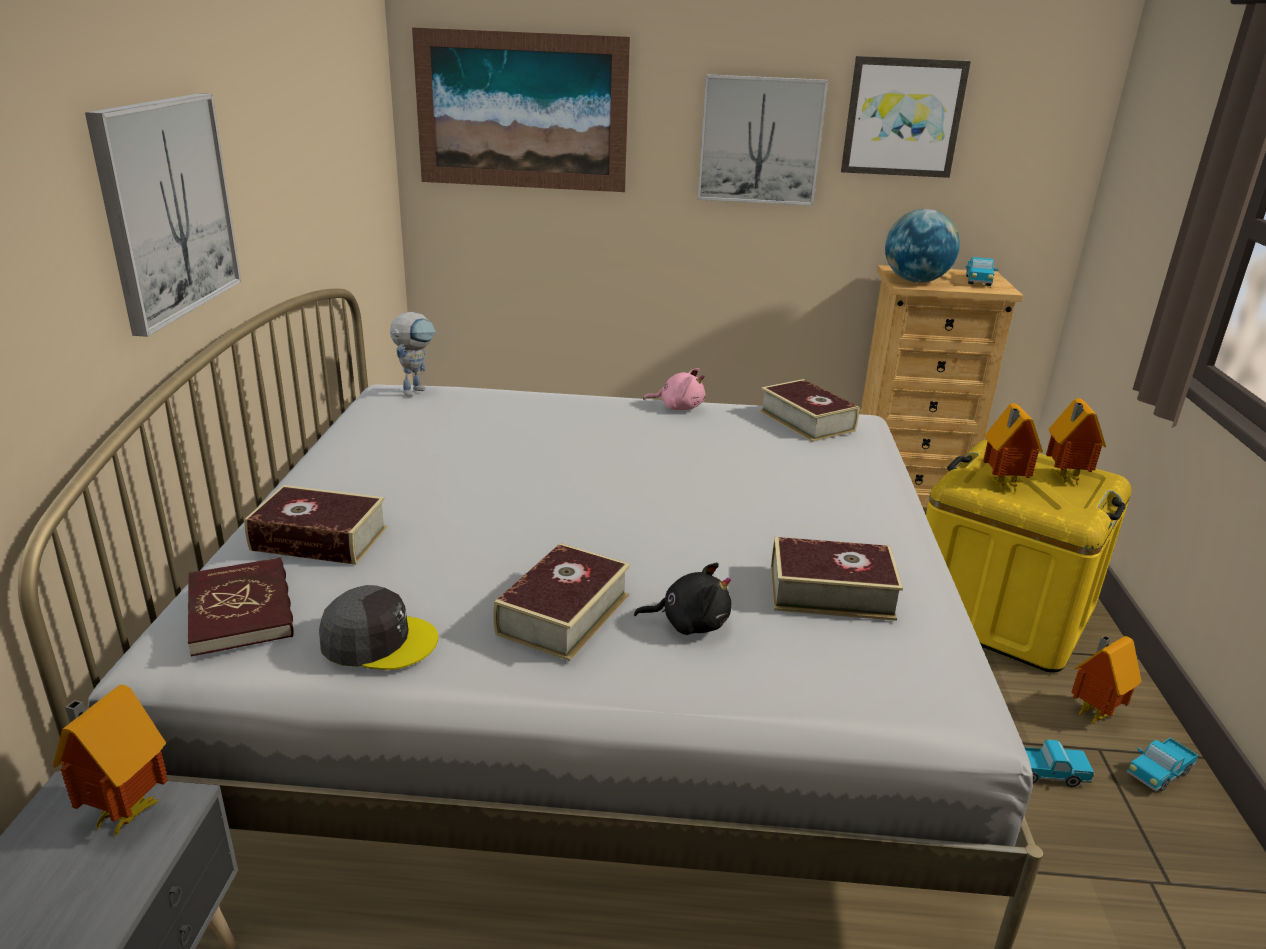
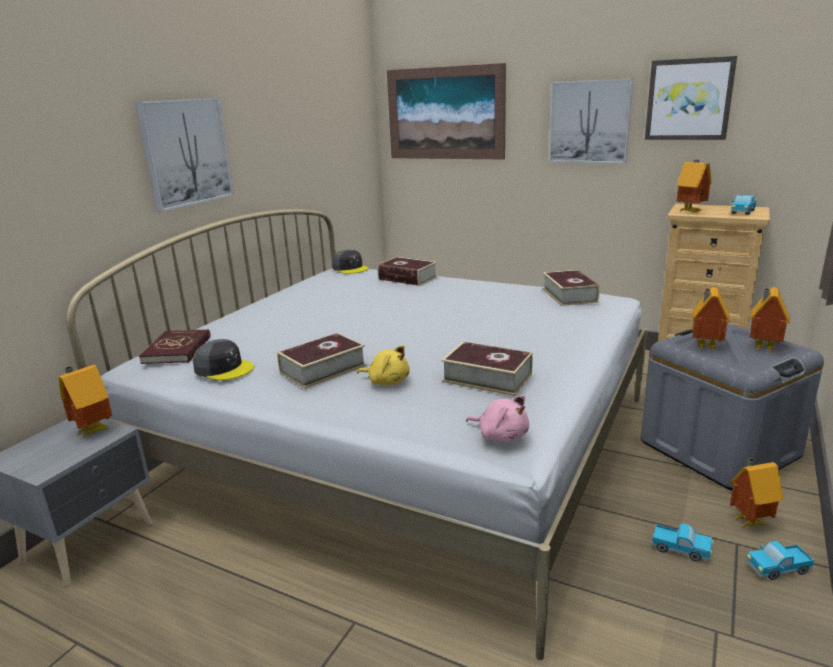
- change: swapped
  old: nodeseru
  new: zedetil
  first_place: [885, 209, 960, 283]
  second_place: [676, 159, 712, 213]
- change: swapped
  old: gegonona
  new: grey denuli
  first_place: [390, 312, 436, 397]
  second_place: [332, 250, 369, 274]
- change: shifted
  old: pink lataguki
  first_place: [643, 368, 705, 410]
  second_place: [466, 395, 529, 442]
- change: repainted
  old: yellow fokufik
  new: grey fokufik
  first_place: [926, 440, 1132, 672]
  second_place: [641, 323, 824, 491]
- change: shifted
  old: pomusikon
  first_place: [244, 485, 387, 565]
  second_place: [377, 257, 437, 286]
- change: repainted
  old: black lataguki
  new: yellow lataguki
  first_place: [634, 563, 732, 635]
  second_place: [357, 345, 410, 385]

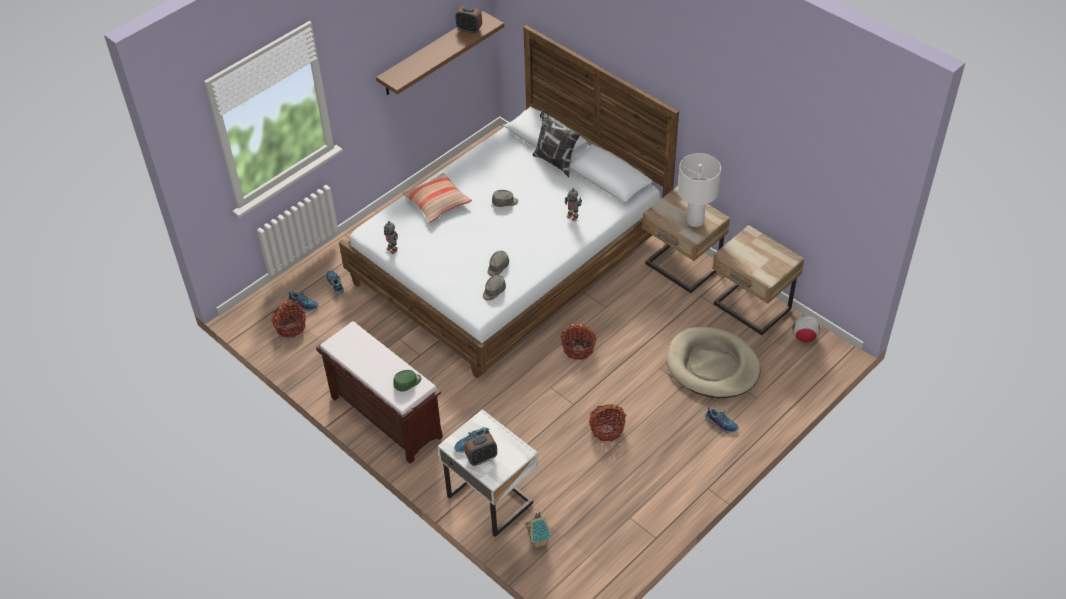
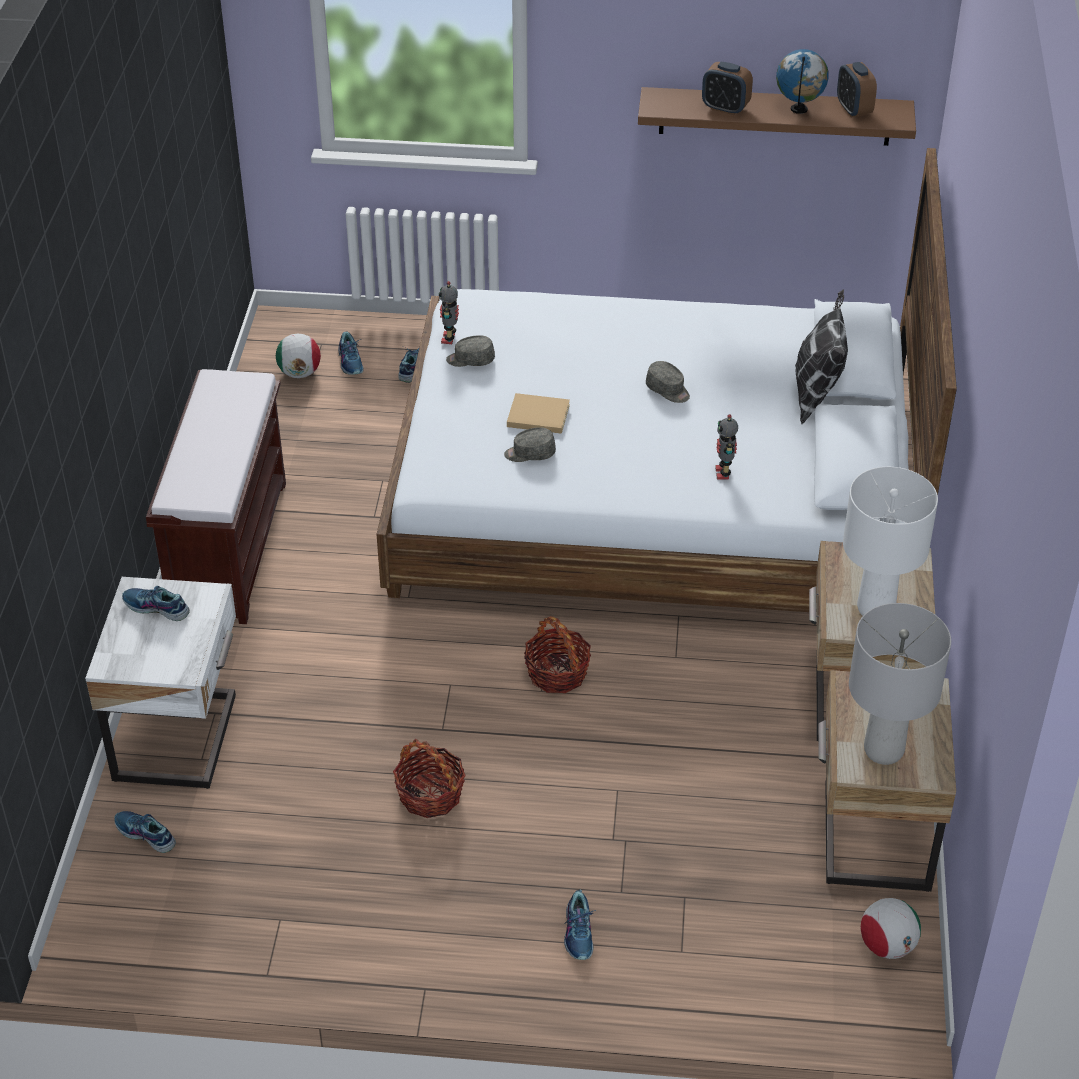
- change: gone
  old: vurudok
  first_place: [403, 173, 472, 222]
- change: shifted
  old: grey denuli
  first_place: [483, 275, 506, 301]
  second_place: [446, 335, 495, 367]
- change: swapped
  old: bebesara
  new: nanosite
  first_place: [271, 300, 306, 338]
  second_place: [276, 334, 321, 378]
- change: gone
  old: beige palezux
  first_place: [667, 327, 761, 398]
- change: gone
  old: green denuli
  first_place: [393, 370, 421, 392]
- change: shifted
  old: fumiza
  first_place: [465, 433, 497, 466]
  second_place: [702, 62, 753, 115]
- change: swapped
  old: zedetil
  new: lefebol
  first_place: [524, 512, 552, 549]
  second_place: [114, 811, 176, 853]
- change: new
  new: nodeseru
  second_place: [776, 49, 829, 114]
- change: new
  new: beige pomusikon
  second_place: [507, 393, 570, 434]
- change: new
  new: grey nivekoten
  second_place: [849, 603, 951, 765]

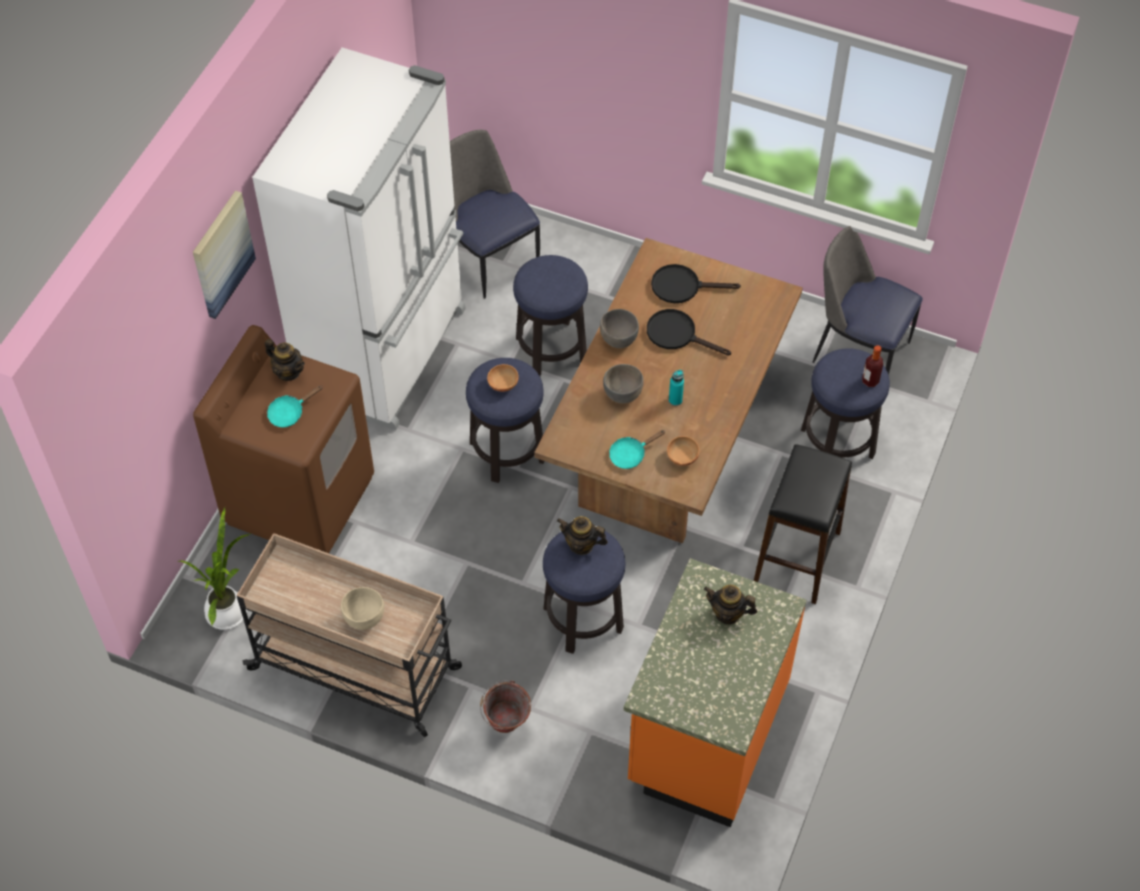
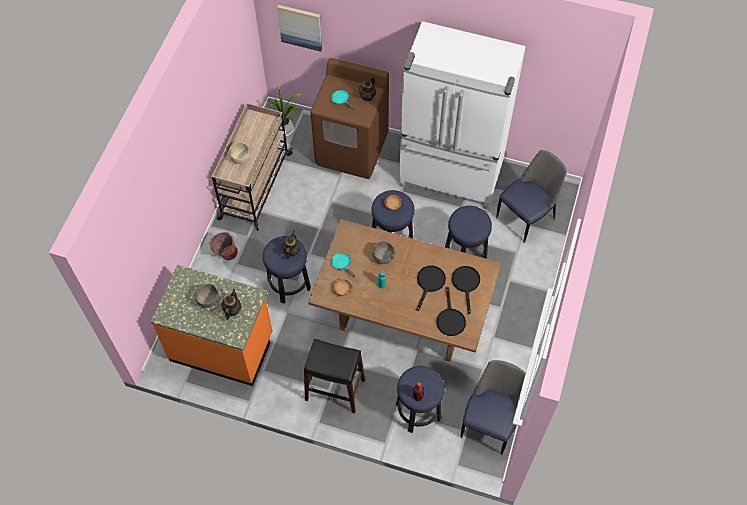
- change: shifted
  old: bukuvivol
  first_place: [193, 191, 256, 319]
  second_place: [277, 5, 322, 52]
- change: shifted
  old: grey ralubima
  first_place: [600, 309, 639, 348]
  second_place: [195, 284, 219, 308]
- change: new
  new: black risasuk
  second_place: [437, 286, 466, 336]

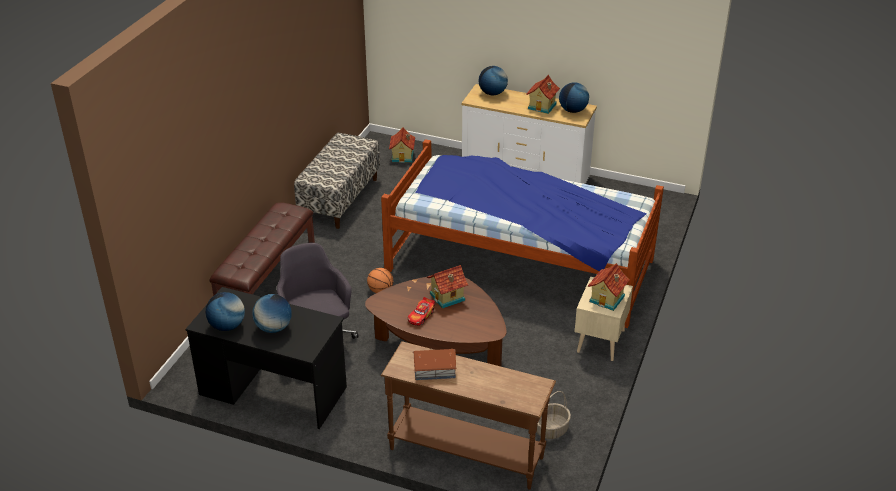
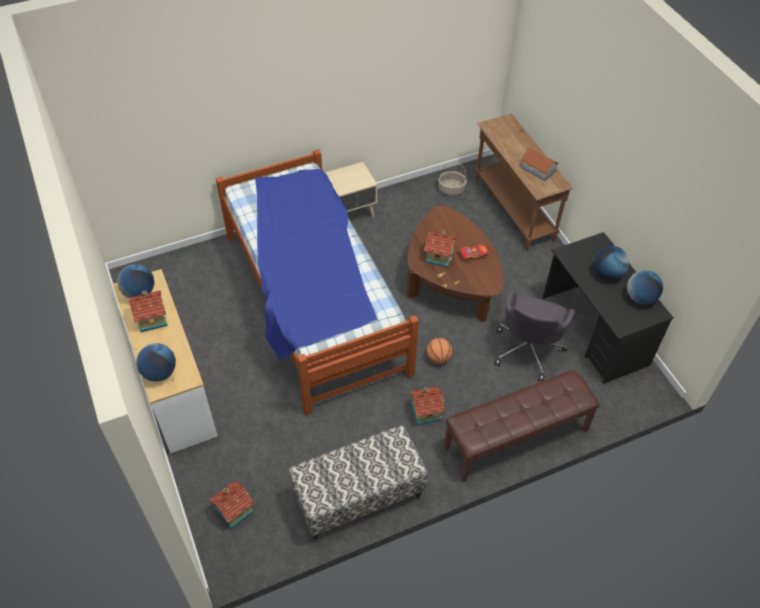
- change: shifted
  old: zedetil
  first_place: [588, 263, 630, 311]
  second_place: [410, 386, 445, 425]

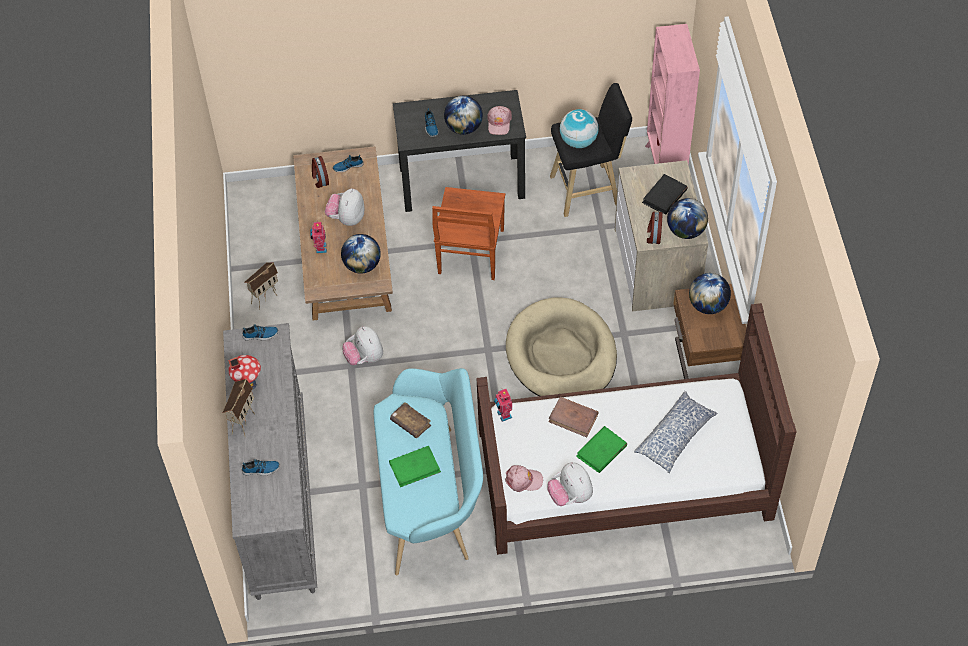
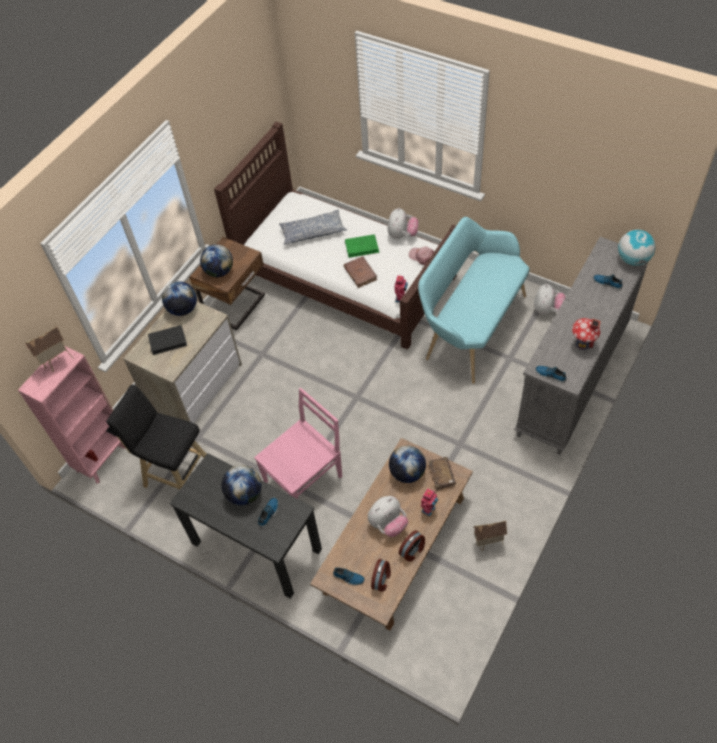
- change: gone
  old: pink denuli
  first_place: [487, 106, 512, 135]
- change: shifted
  old: nodeseru
  first_place: [560, 109, 598, 148]
  second_place: [618, 230, 656, 266]
- change: repainted
  old: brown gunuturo
  new: pink gunuturo
  first_place: [432, 187, 505, 280]
  second_place: [254, 388, 342, 499]
- change: shifted
  old: fumiza
  first_place: [647, 212, 663, 244]
  second_place: [399, 530, 425, 562]
- change: gone
  old: beige palezux
  first_place: [506, 297, 617, 396]
- change: shifted
  old: lataguki
  first_place: [342, 326, 383, 365]
  second_place: [534, 284, 565, 314]
- change: shifted
  old: zedetil
  first_place: [222, 378, 255, 435]
  second_place: [25, 326, 74, 373]
- change: shifted
  old: brown pomusikon
  first_place: [390, 402, 431, 438]
  second_place: [428, 457, 456, 491]
- change: gone
  old: green pomusikon
  first_place: [389, 446, 441, 487]

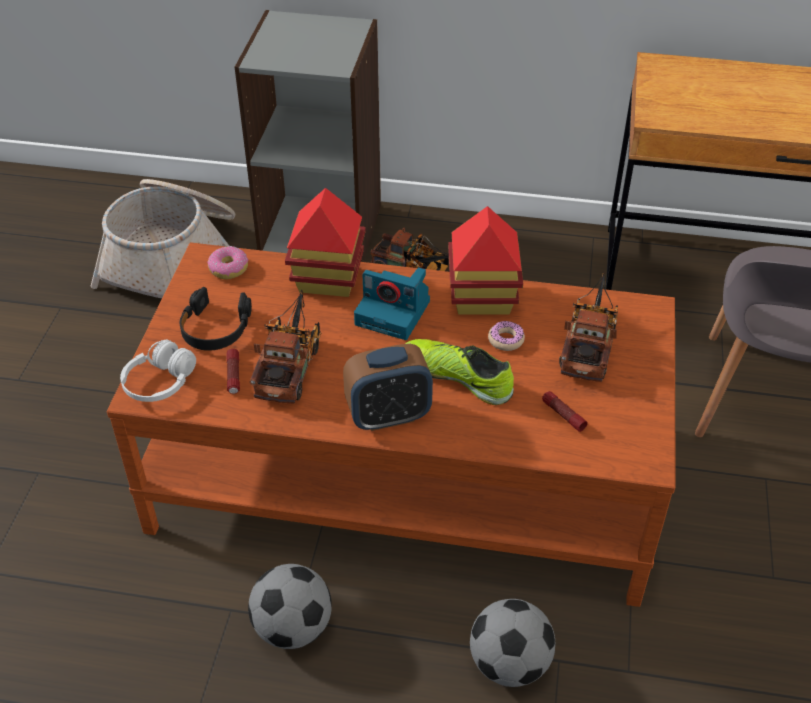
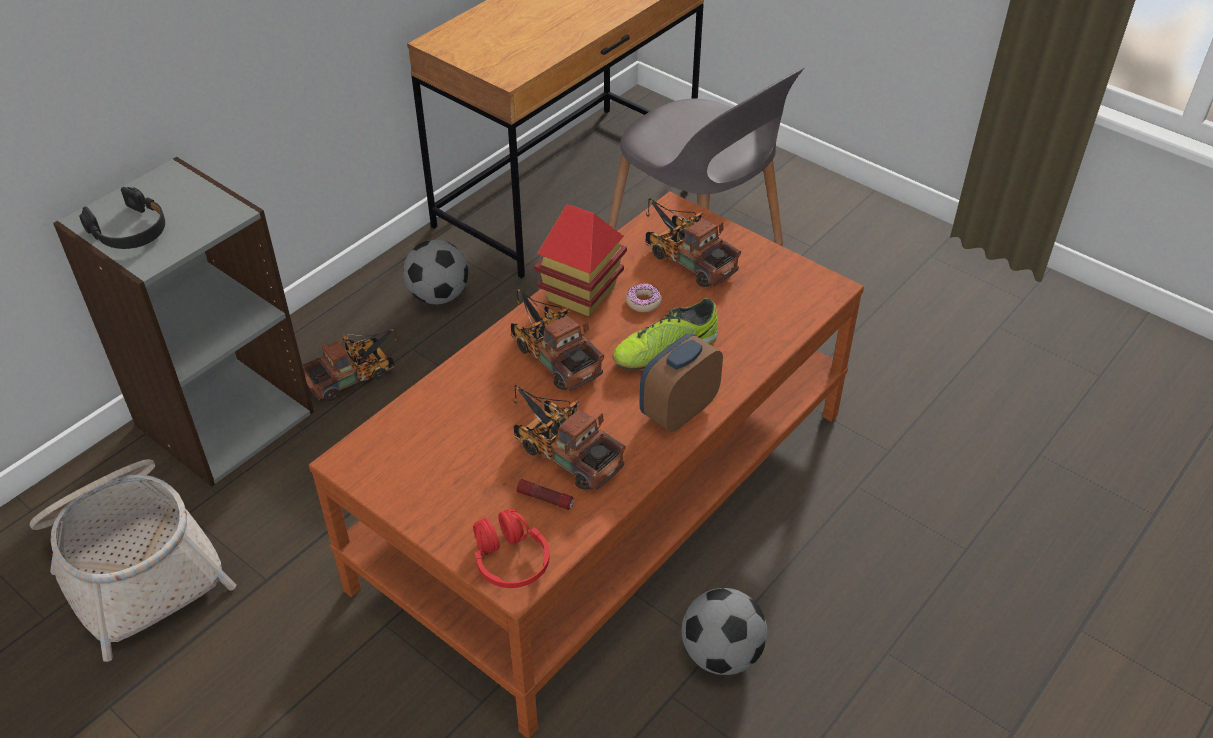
- change: gone
  old: zedetil
  first_place: [285, 188, 366, 297]
- change: gone
  old: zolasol
  first_place: [208, 246, 249, 279]
- change: swapped
  old: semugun
  new: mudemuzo
  first_place: [354, 267, 430, 340]
  second_place: [511, 287, 604, 391]
- change: shifted
  old: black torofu
  first_place: [179, 287, 252, 351]
  second_place: [79, 187, 165, 249]
- change: repainted
  old: white torofu
  new: red torofu
  first_place: [120, 340, 196, 402]
  second_place: [473, 509, 550, 588]
- change: rotated
  old: fumiza
  first_place: [343, 344, 433, 431]
  second_place: [640, 333, 723, 432]
  degrees: -150
- change: gone
  old: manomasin
  first_place: [542, 391, 588, 432]
- change: shifted
  old: nanosite
  first_place: [470, 599, 555, 687]
  second_place: [403, 240, 468, 304]

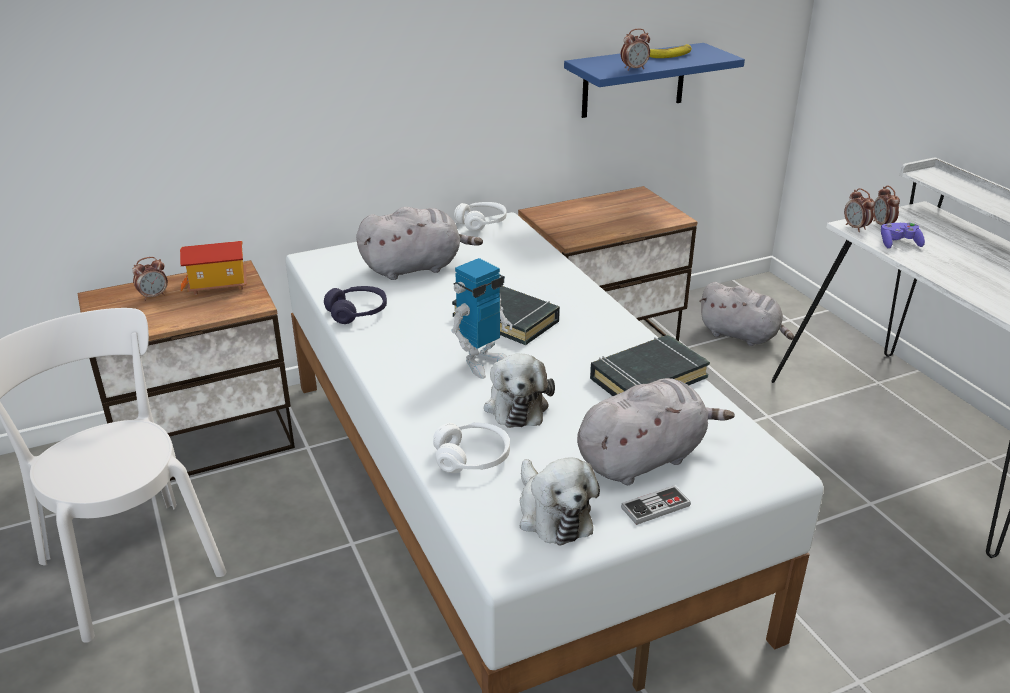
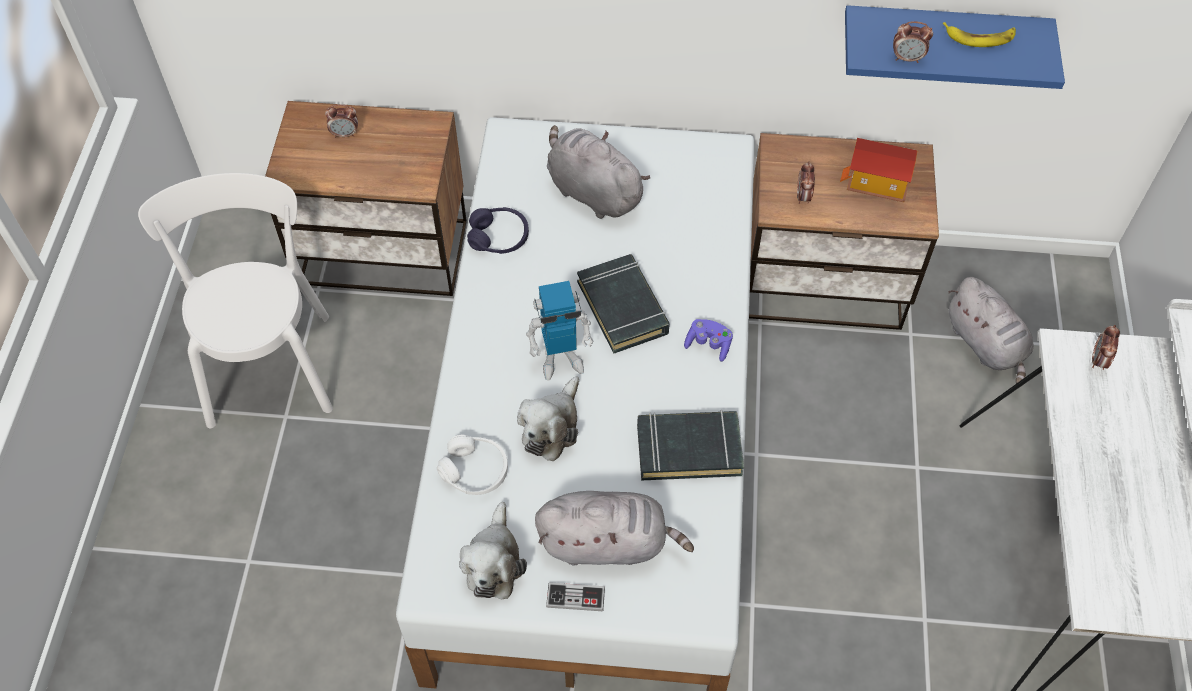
- change: shifted
  old: fumiza
  first_place: [844, 188, 875, 232]
  second_place: [797, 161, 815, 204]
- change: gone
  old: white torofu
  first_place: [454, 202, 507, 232]
- change: rotated
  old: grey lataguki
  first_place: [356, 207, 483, 280]
  second_place: [547, 125, 651, 219]
  degrees: -150
- change: shifted
  old: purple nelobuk
  first_place: [881, 222, 925, 249]
  second_place: [684, 319, 733, 362]
- change: shifted
  old: zedetil
  first_place: [180, 241, 247, 295]
  second_place: [840, 138, 918, 202]

